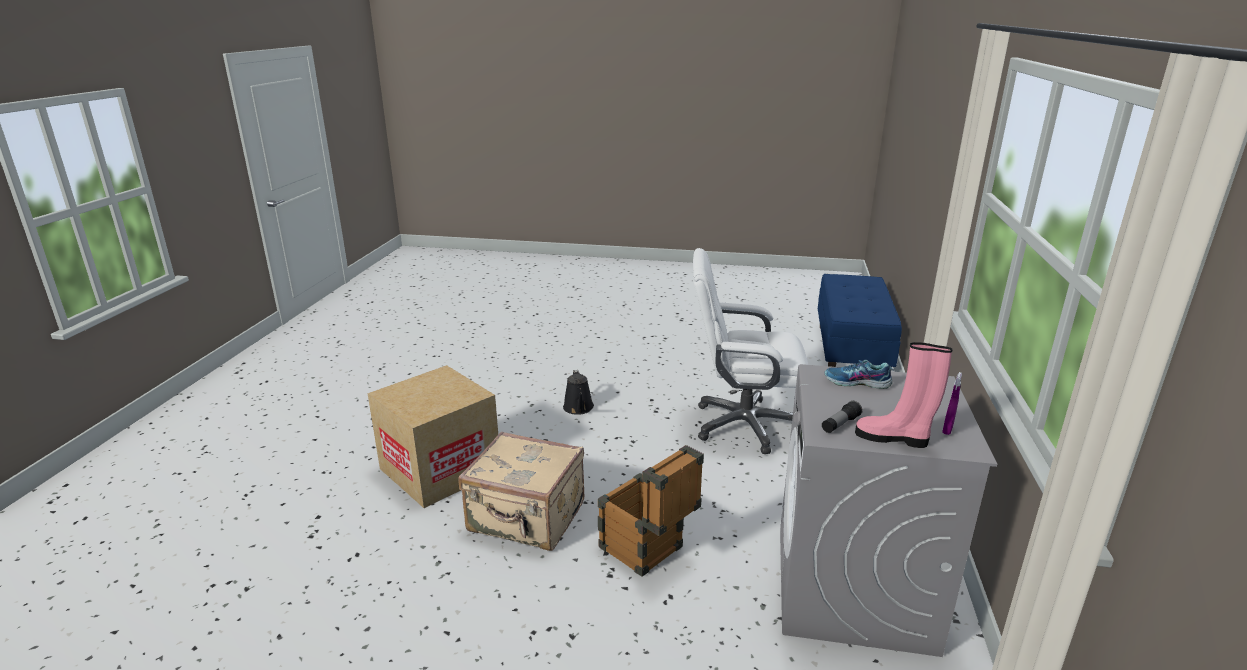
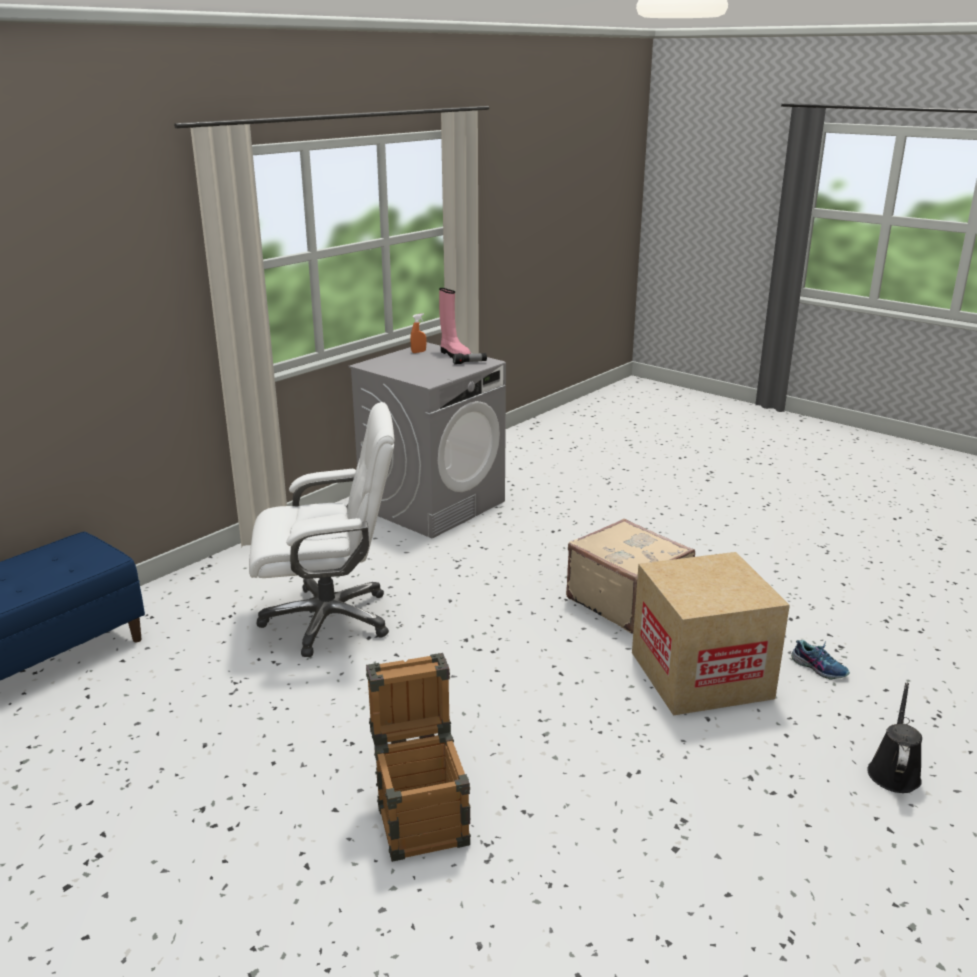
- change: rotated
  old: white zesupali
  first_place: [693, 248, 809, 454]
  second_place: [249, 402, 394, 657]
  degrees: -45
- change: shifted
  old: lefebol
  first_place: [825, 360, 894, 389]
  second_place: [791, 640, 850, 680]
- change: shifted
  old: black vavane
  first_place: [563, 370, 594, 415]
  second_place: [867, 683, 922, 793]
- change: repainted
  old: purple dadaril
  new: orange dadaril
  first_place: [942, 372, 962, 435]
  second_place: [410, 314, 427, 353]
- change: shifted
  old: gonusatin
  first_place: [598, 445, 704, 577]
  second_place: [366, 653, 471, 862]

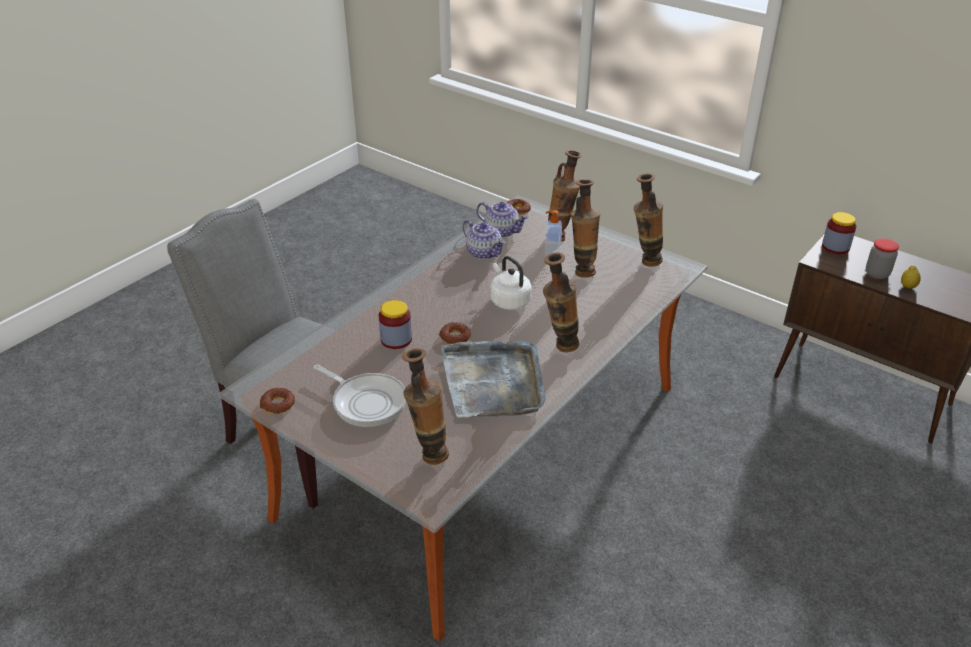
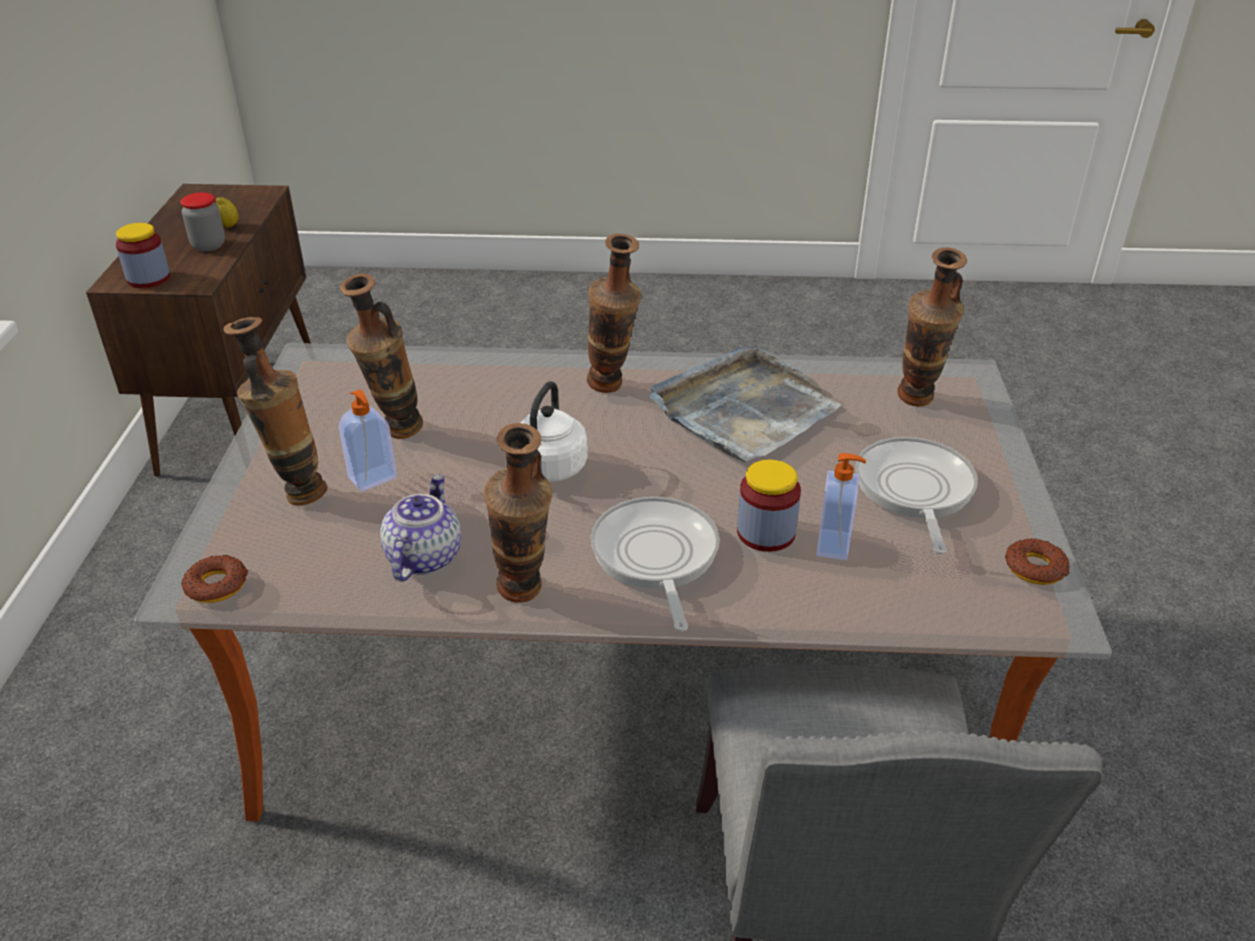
- change: shifted
  old: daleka
  first_place: [634, 173, 663, 267]
  second_place: [484, 423, 552, 603]
- change: gone
  old: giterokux
  first_place: [476, 202, 528, 238]
- change: gone
  old: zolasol
  first_place: [439, 322, 471, 344]
- change: new
  new: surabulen
  second_place: [817, 453, 866, 560]
- change: new
  new: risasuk
  second_place: [591, 497, 719, 632]

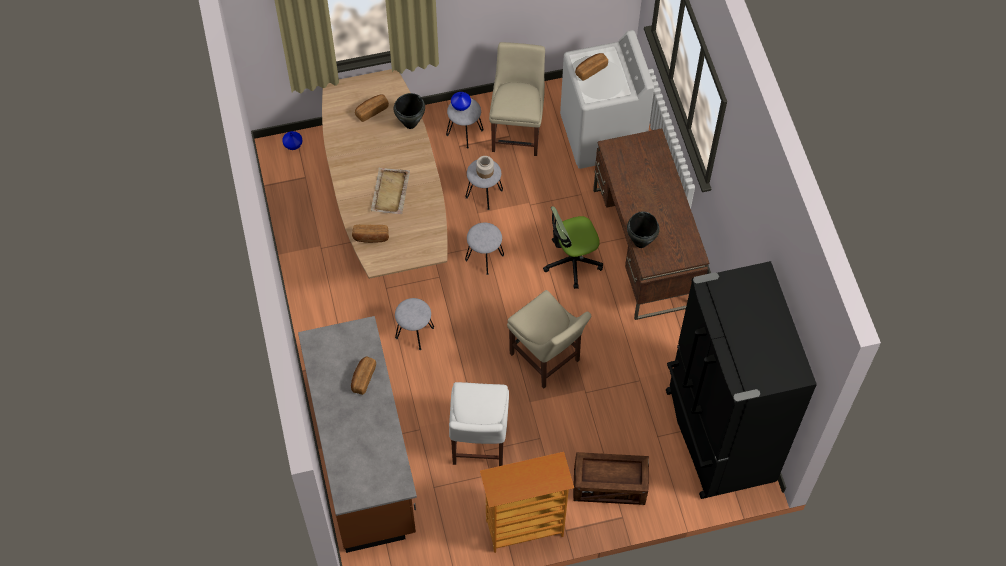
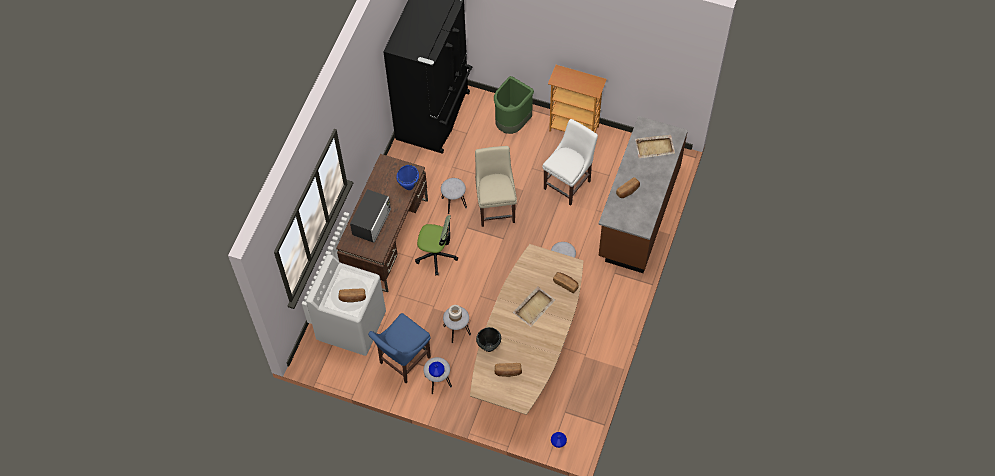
- change: repainted
  old: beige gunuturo
  new: blue gunuturo
  first_place: [489, 42, 545, 156]
  second_place: [368, 313, 431, 383]
- change: repainted
  old: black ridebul
  new: blue ridebul
  first_place: [627, 212, 659, 248]
  second_place: [396, 165, 419, 190]
- change: shifted
  old: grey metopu
  first_place: [465, 223, 504, 275]
  second_place: [441, 178, 467, 214]
- change: swapped
  old: gonusatin
  new: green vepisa
  first_place: [573, 452, 649, 505]
  second_place: [494, 76, 534, 134]
- change: new
  new: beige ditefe
  second_place: [635, 135, 675, 158]
- change: new
  new: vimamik
  second_place: [350, 189, 391, 243]

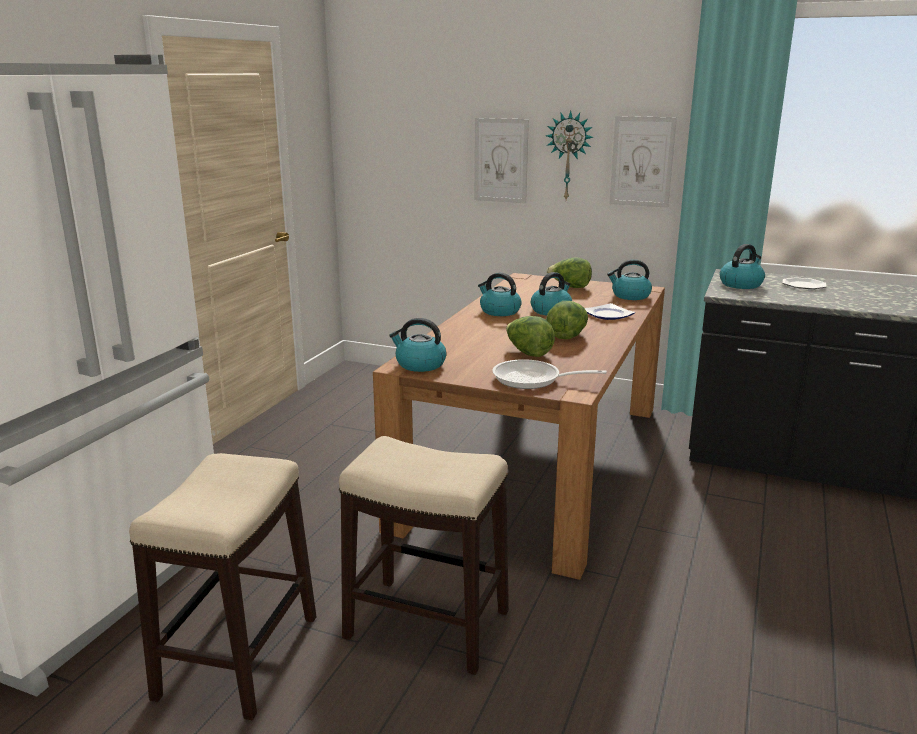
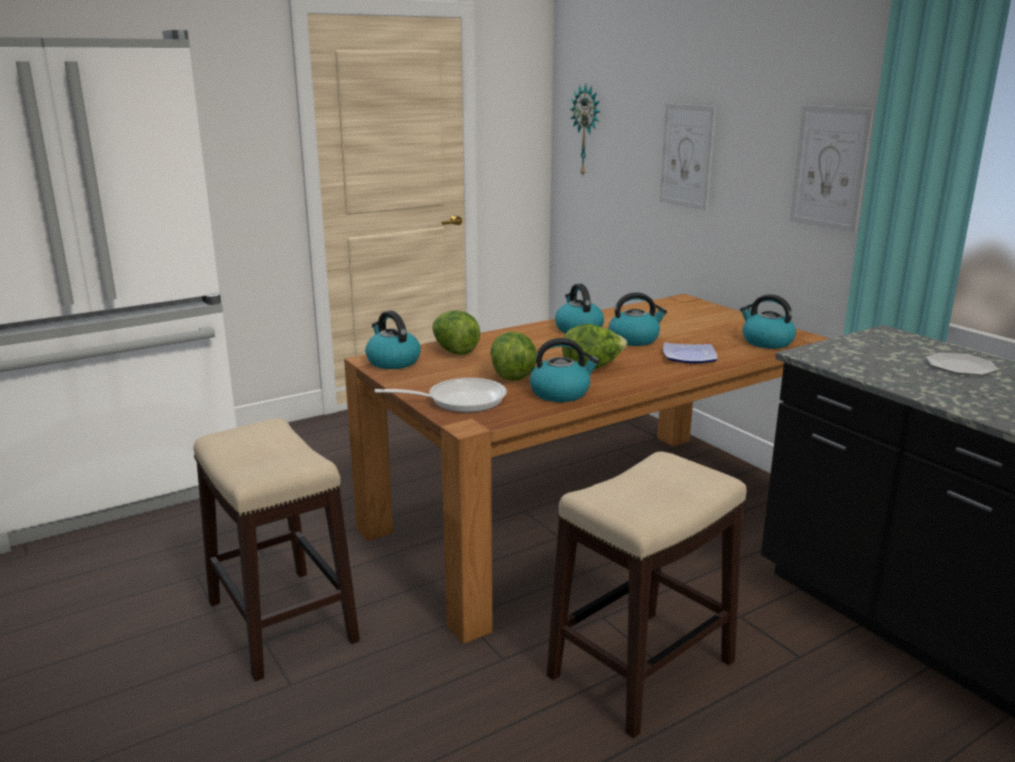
- change: shifted
  old: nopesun
  first_place: [546, 111, 593, 200]
  second_place: [570, 83, 601, 178]
- change: shifted
  old: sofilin
  first_place: [720, 244, 765, 289]
  second_place: [530, 338, 600, 402]
- change: shifted
  old: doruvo
  first_place: [547, 257, 592, 288]
  second_place: [432, 310, 480, 355]
- change: rotated
  old: risasuk
  first_place: [492, 359, 607, 389]
  second_place: [375, 378, 507, 413]
  degrees: 120
- change: shifted
  old: metopu
  first_place: [129, 453, 317, 720]
  second_place: [547, 452, 747, 738]

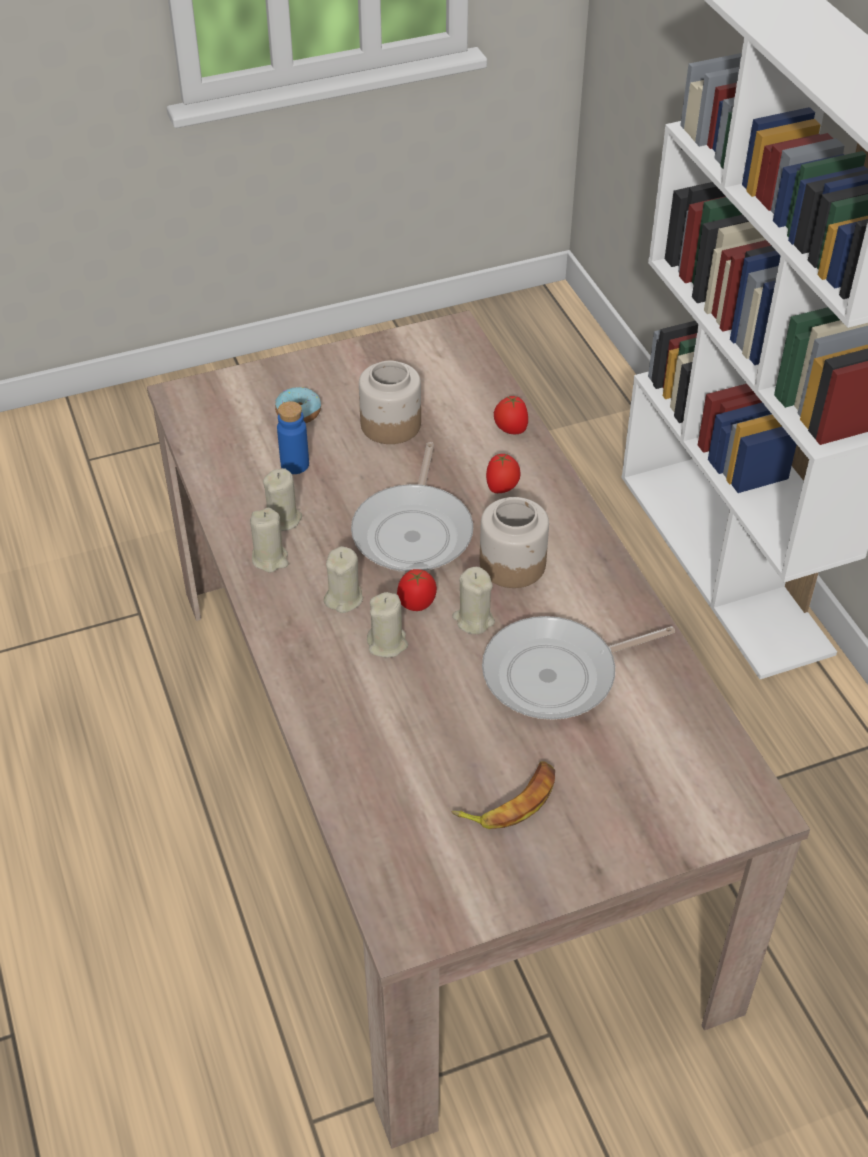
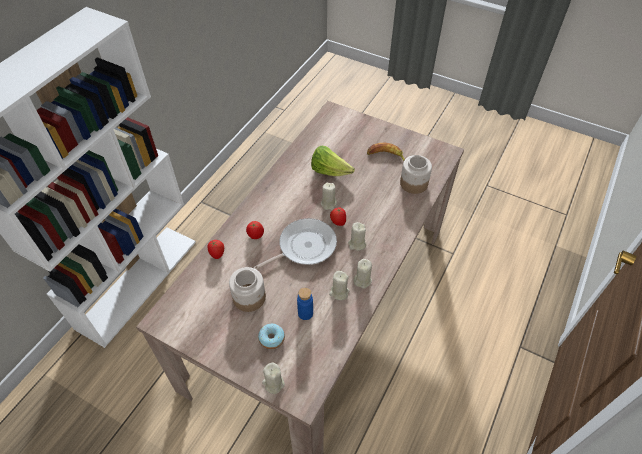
- change: shifted
  old: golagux
  first_place: [480, 497, 549, 588]
  second_place: [400, 155, 432, 194]
- change: shifted
  old: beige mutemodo
  first_place: [367, 592, 408, 658]
  second_place: [262, 363, 285, 394]
- change: swapped
  old: risasuk
  new: doruvo
  first_place: [482, 616, 675, 720]
  second_place: [311, 146, 355, 176]

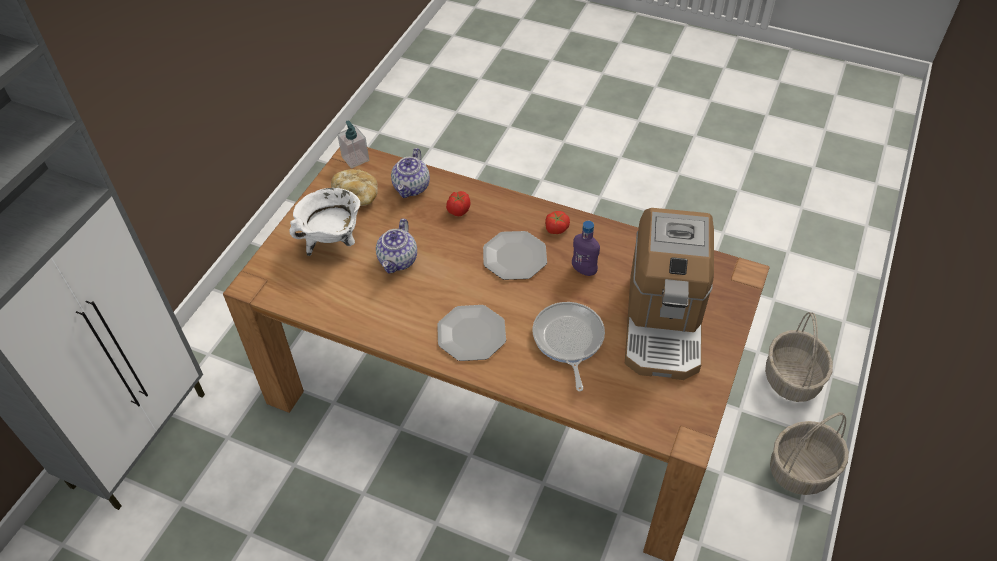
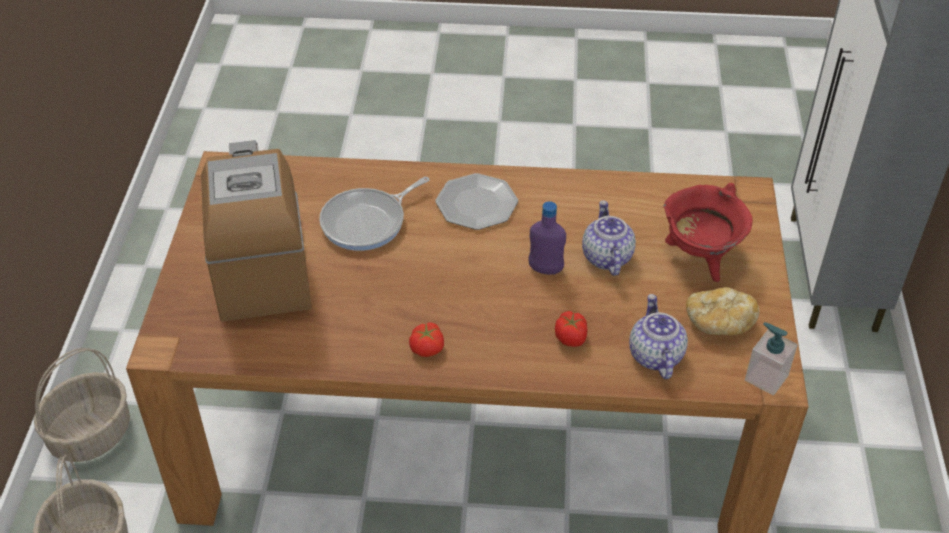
- change: repainted
  old: white ridebul
  new: red ridebul
  first_place: [289, 188, 360, 256]
  second_place: [664, 183, 753, 282]
- change: shifted
  old: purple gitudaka
  first_place: [572, 221, 600, 276]
  second_place: [528, 201, 566, 275]
- change: gone
  old: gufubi
  first_place: [483, 231, 547, 280]
- change: rotated
  old: risasuk
  first_place: [533, 302, 605, 391]
  second_place: [319, 177, 430, 251]
  degrees: 75

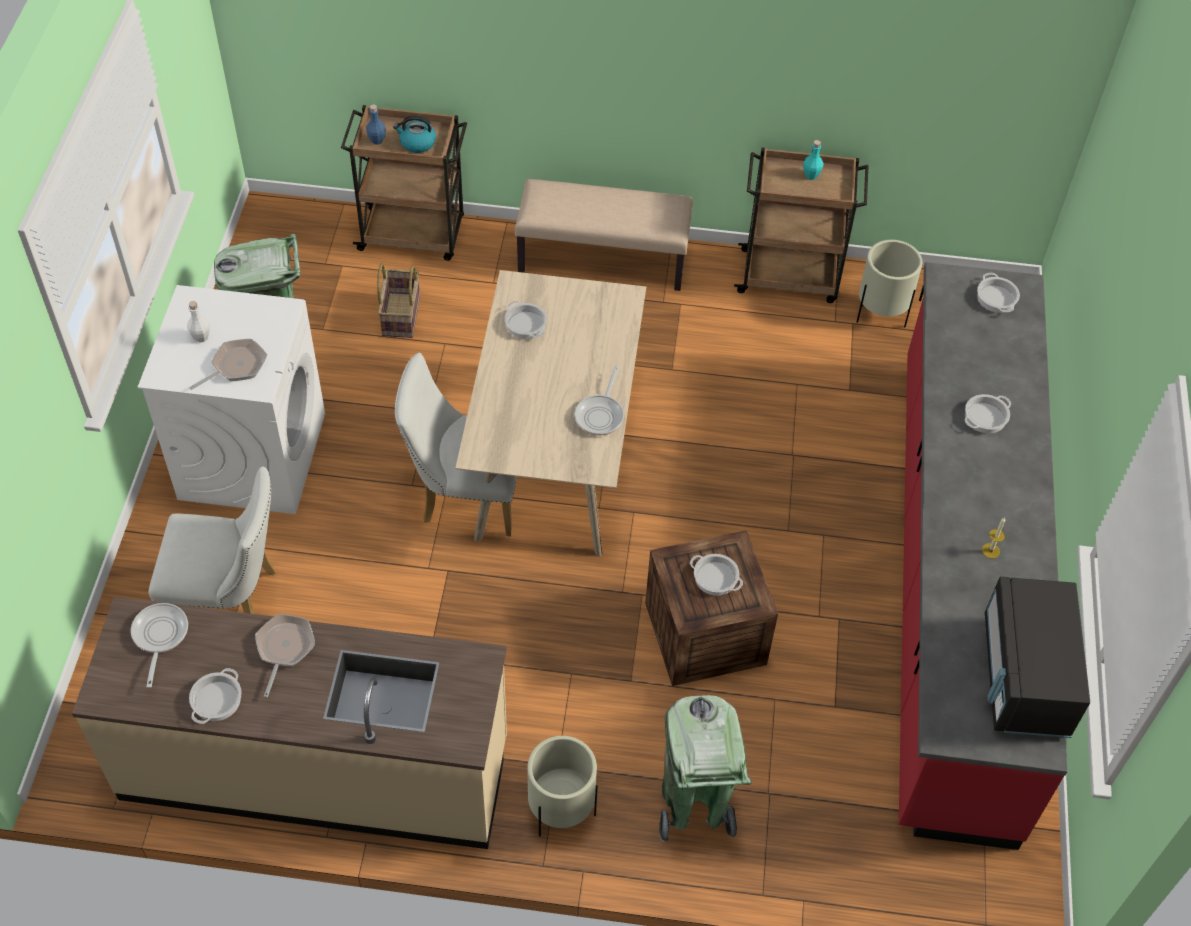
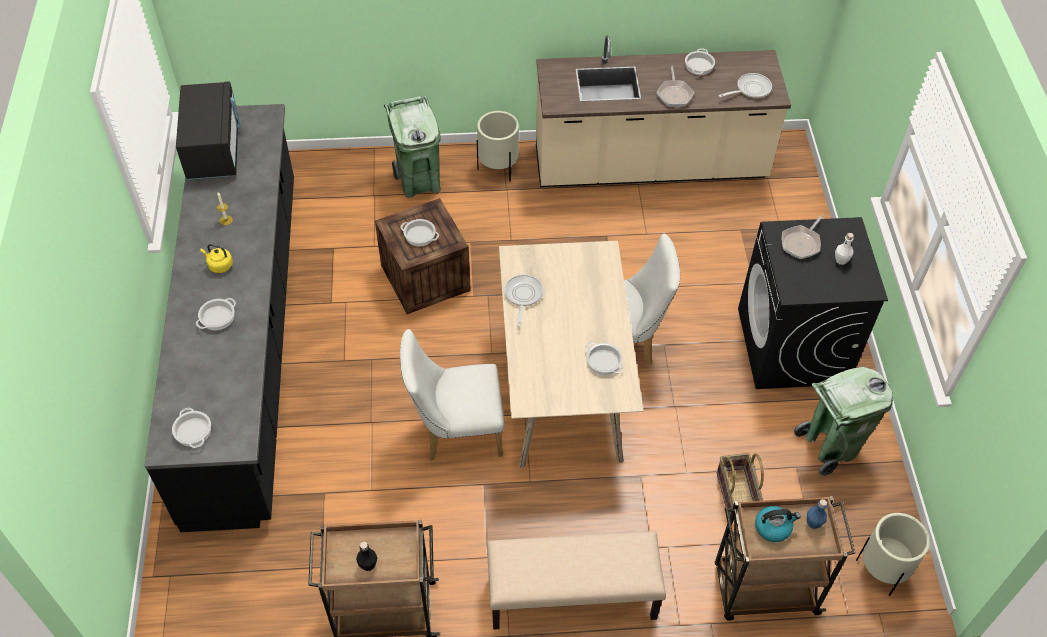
- change: repainted
  old: turquoise gitudaka
  new: black gitudaka
  first_place: [803, 140, 823, 180]
  second_place: [356, 542, 377, 571]
- change: shifted
  old: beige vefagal
  first_place: [857, 240, 922, 327]
  second_place: [856, 513, 930, 596]
- change: repainted
  old: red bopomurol
  new: black bopomurol
  first_place: [899, 262, 1068, 850]
  second_place: [145, 104, 294, 532]
- change: repainted
  old: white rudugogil
  new: black rudugogil
  first_place: [138, 285, 325, 514]
  second_place: [738, 217, 888, 389]
- change: shifted
  old: white gunuturo
  first_place: [149, 467, 276, 614]
  second_place: [400, 329, 504, 461]
- change: rotated
  old: risasuk
  first_place: [131, 603, 188, 688]
  second_place: [718, 73, 772, 98]
  degrees: -105
- change: new
  new: yellow sofilin
  second_place: [200, 244, 233, 273]

